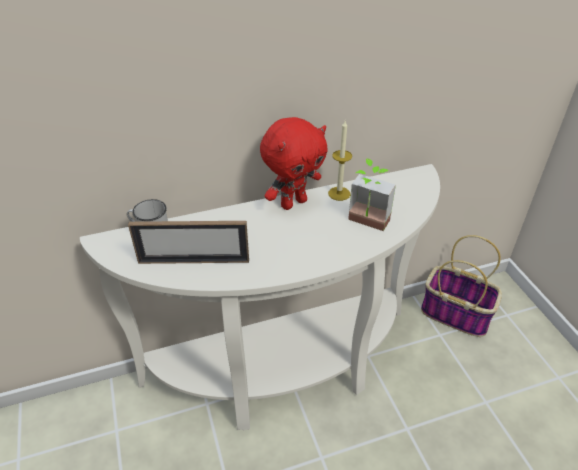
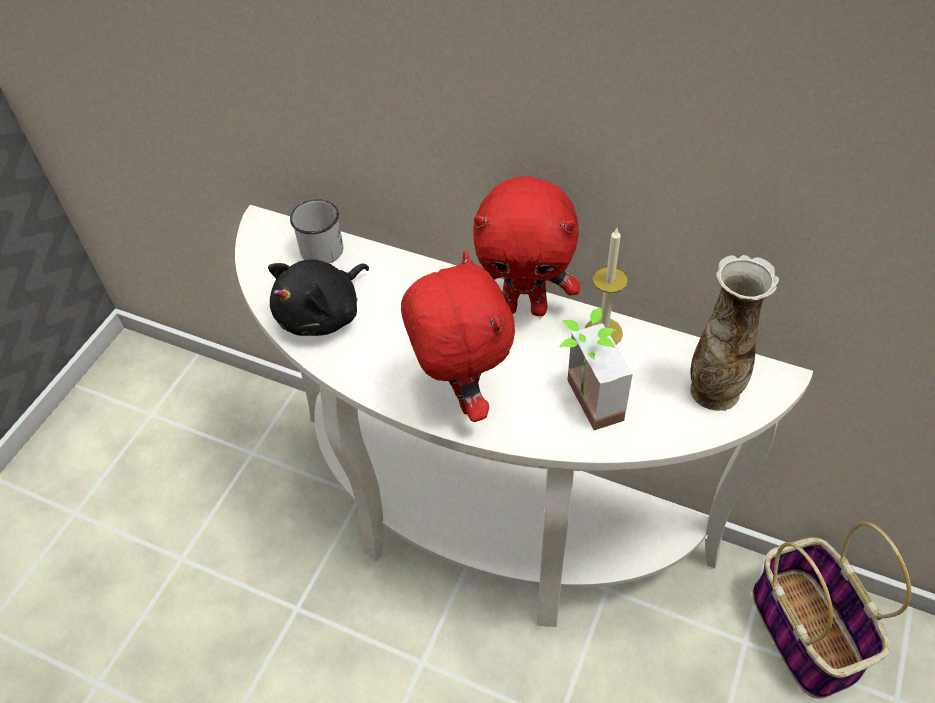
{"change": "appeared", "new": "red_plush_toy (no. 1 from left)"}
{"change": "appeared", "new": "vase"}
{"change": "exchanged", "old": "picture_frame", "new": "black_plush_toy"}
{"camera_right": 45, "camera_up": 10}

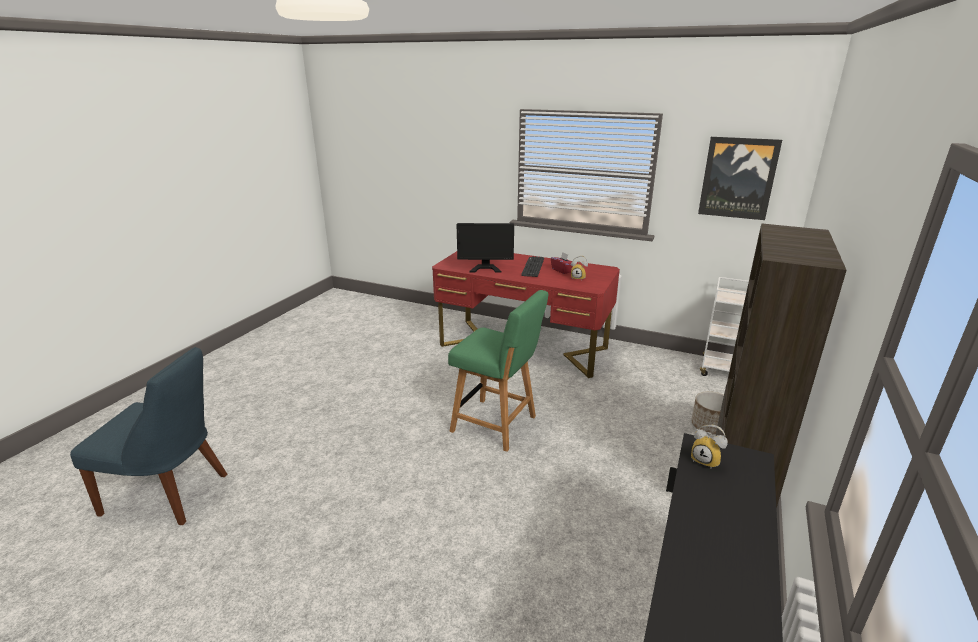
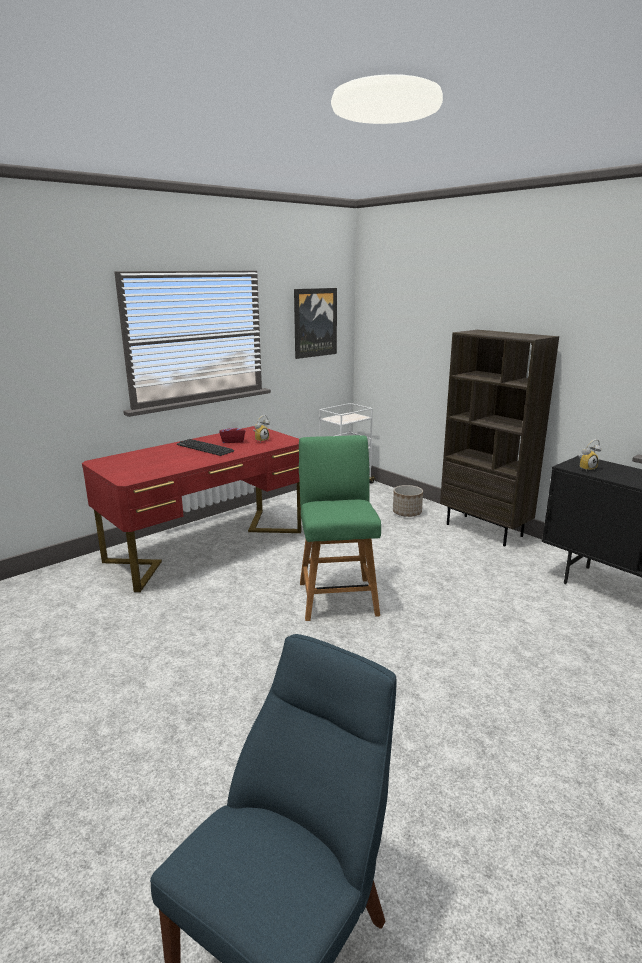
{"change": "missing", "old": "monitor"}
{"change": "spun", "old": "green_chair", "degrees": -60}
{"camera_right": -65, "camera_up": -5}

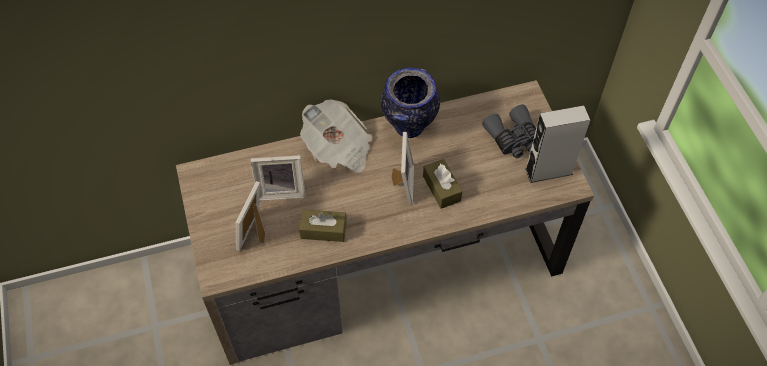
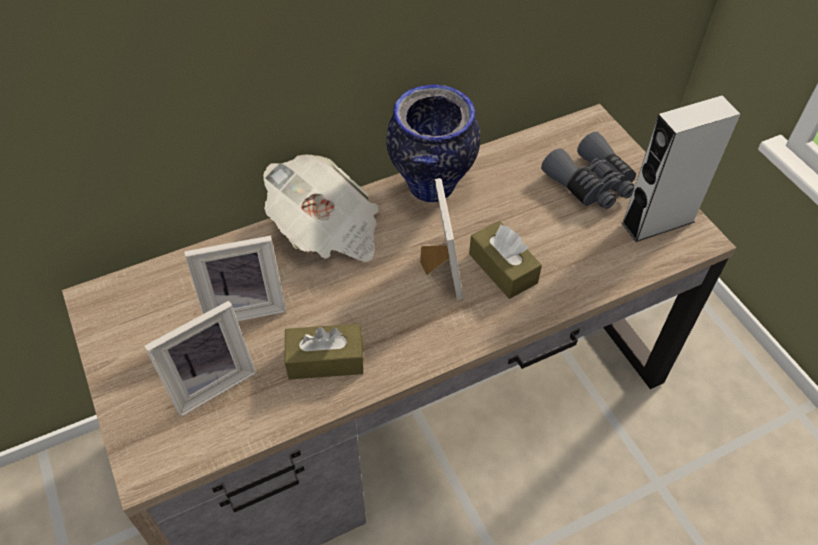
{"change": "spun", "old": "picture_frame (no. 1 from left)", "degrees": -135}
{"camera_right": -10, "camera_up": -5}

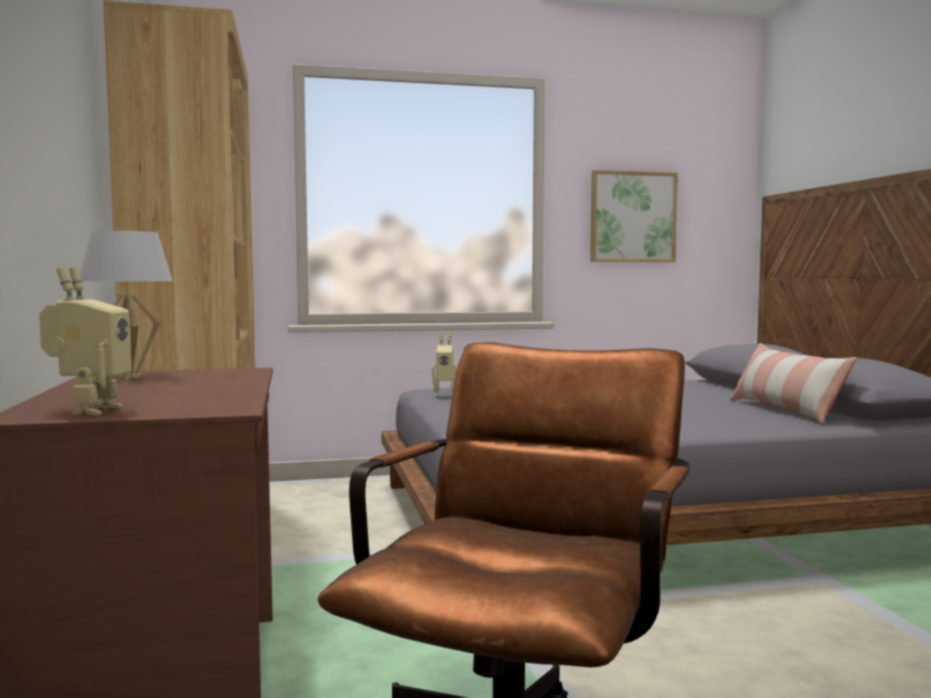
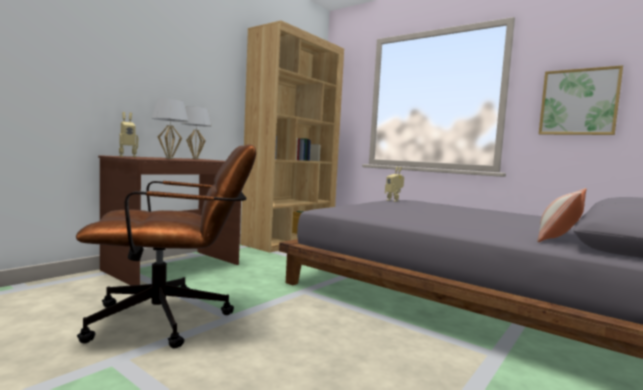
{"change": "appeared", "new": "white_table_lamp (no. 1 from left)"}
{"camera_right": 50, "camera_up": 0}

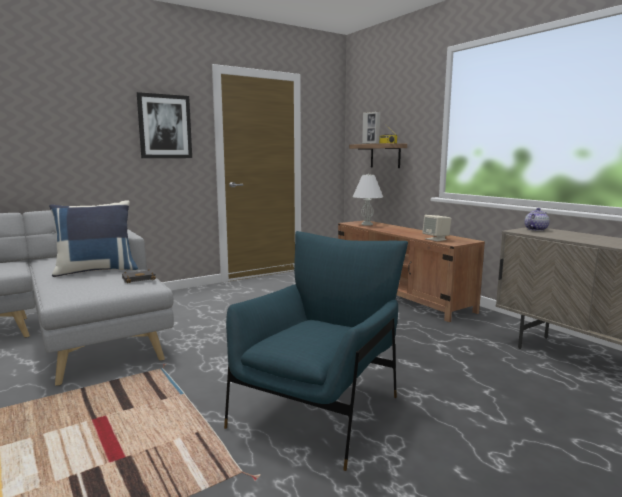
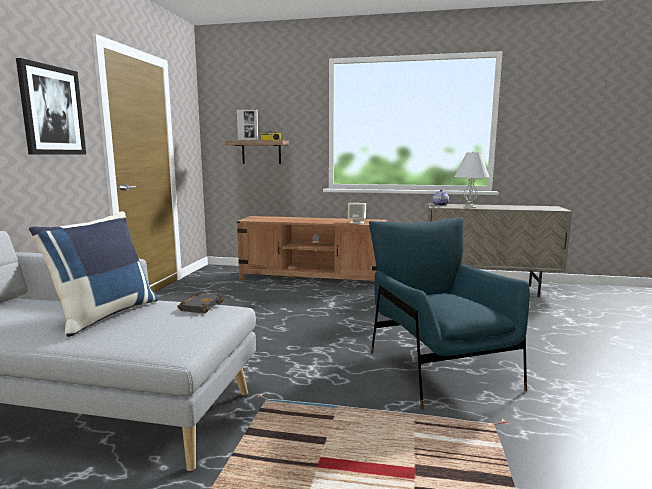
{"change": "relocated", "old": "white_table_lamp"}
{"camera_right": -45, "camera_up": 0}

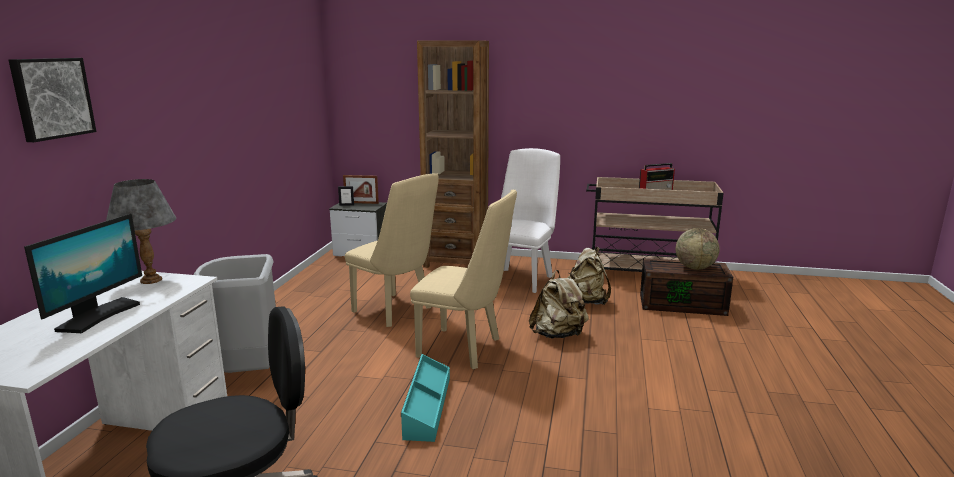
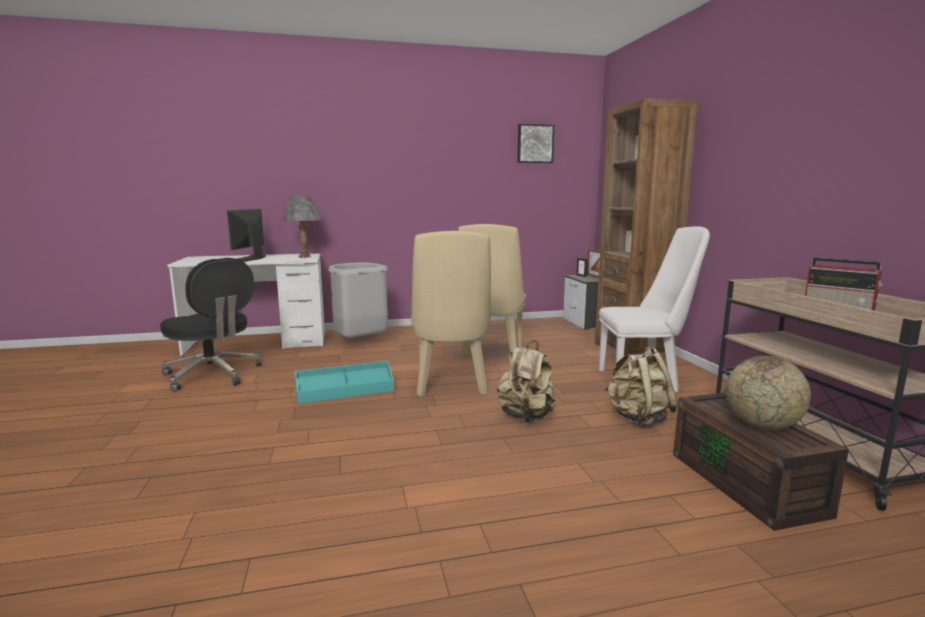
{"change": "relocated", "old": "picture"}
{"change": "spun", "old": "monitor", "degrees": 105}
{"camera_right": 65, "camera_up": -5}

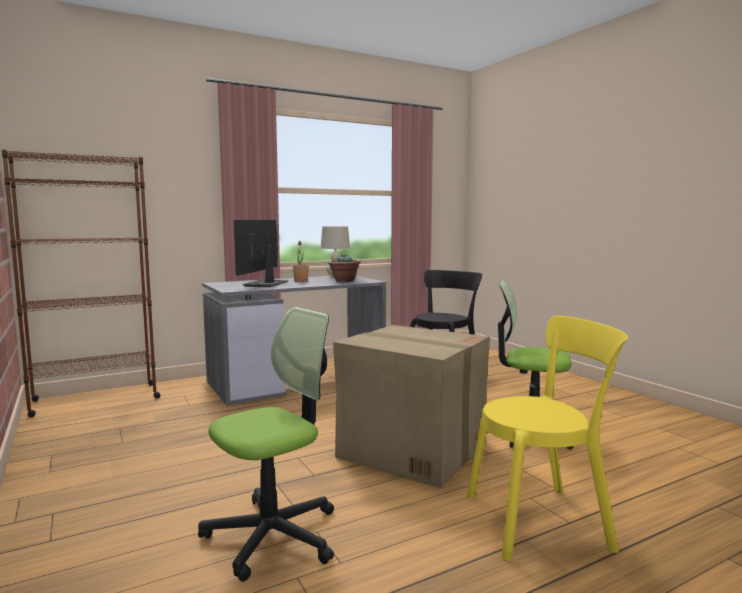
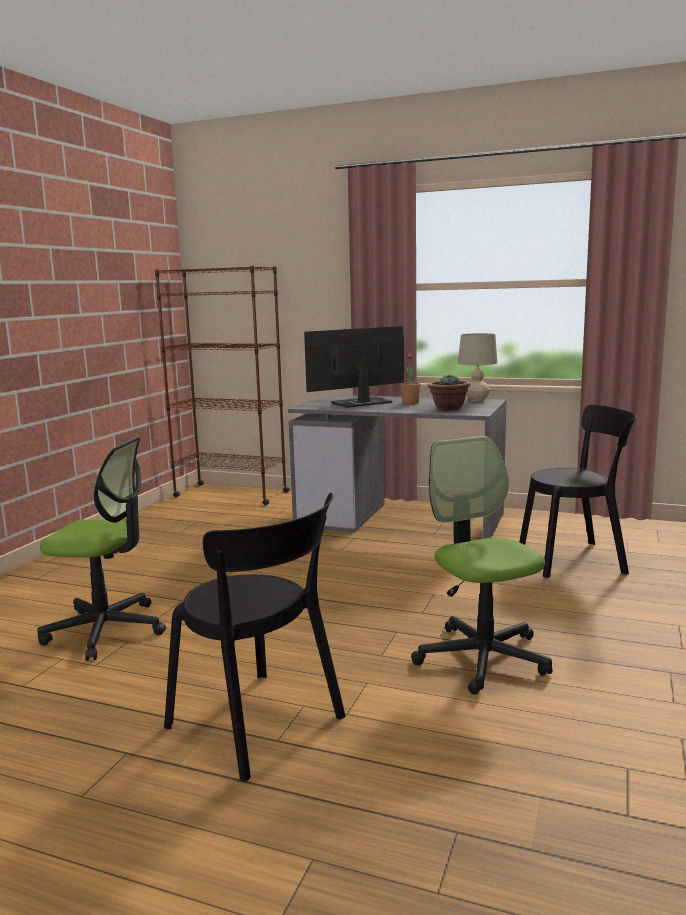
{"change": "missing", "old": "cardboard_box"}
{"change": "colour", "old": "yellow_chair", "new": "black_chair (no. 1 from left)"}
{"camera_right": 50, "camera_up": 5}

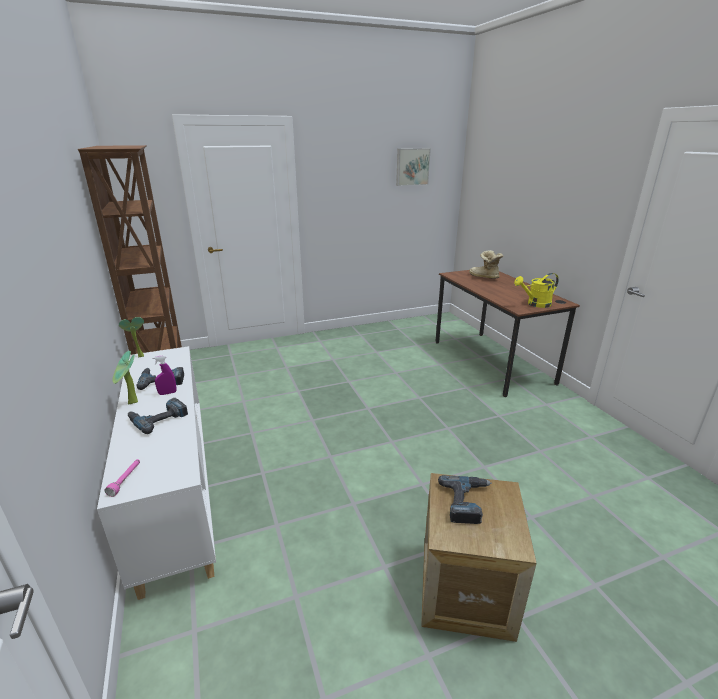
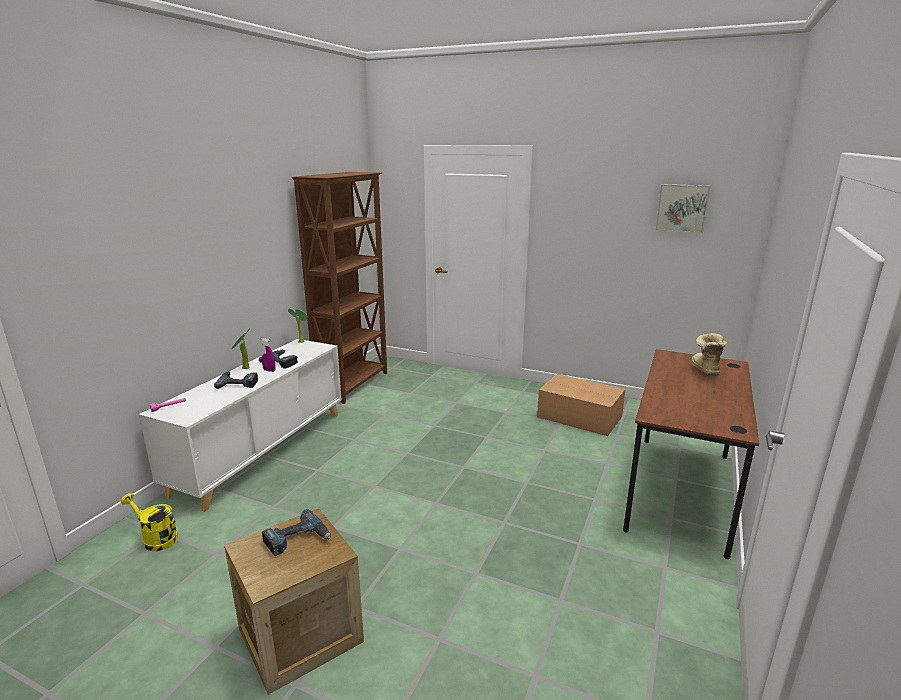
{"change": "appeared", "new": "cardboard_box"}
{"change": "relocated", "old": "yellow_watering_can"}
{"camera_right": 45, "camera_up": -5}

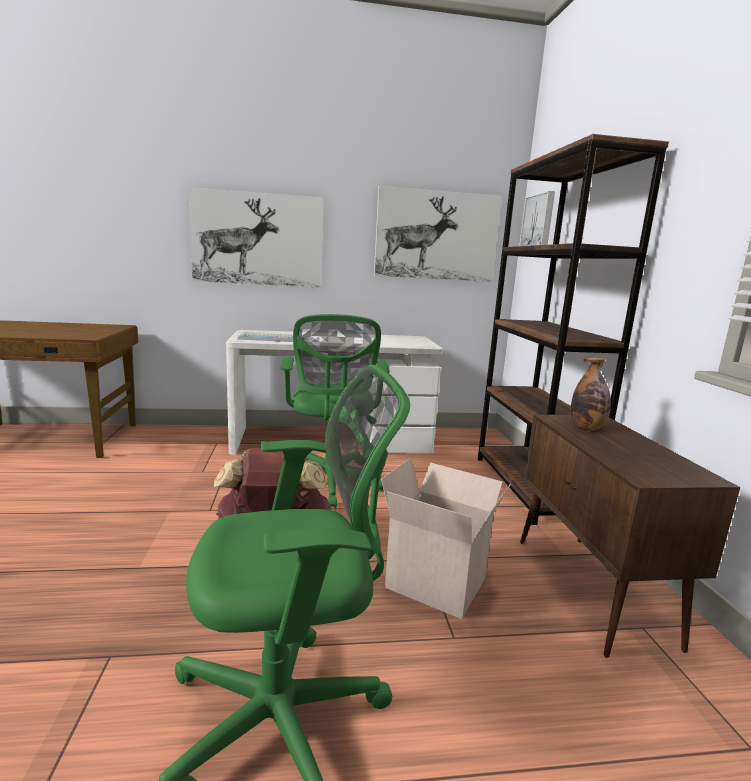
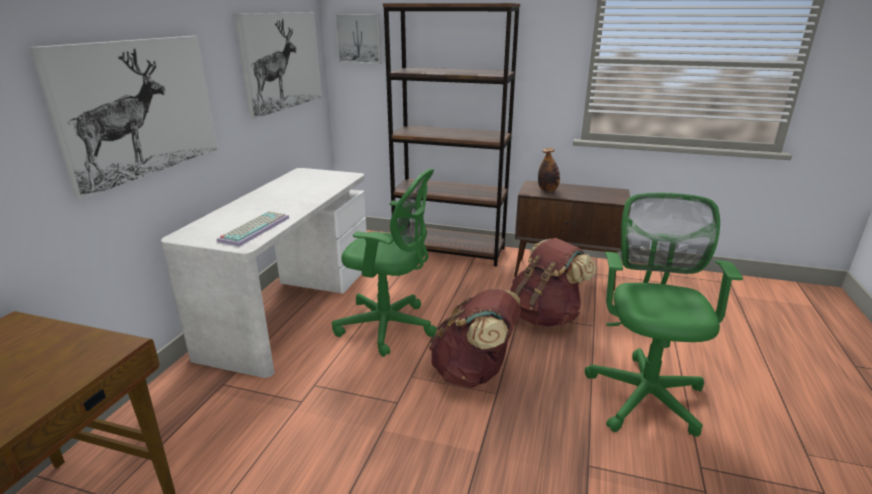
{"change": "exchanged", "old": "cardboard_box", "new": "brown_backpack (no. 2 from left)"}
{"camera_right": -65, "camera_up": 10}

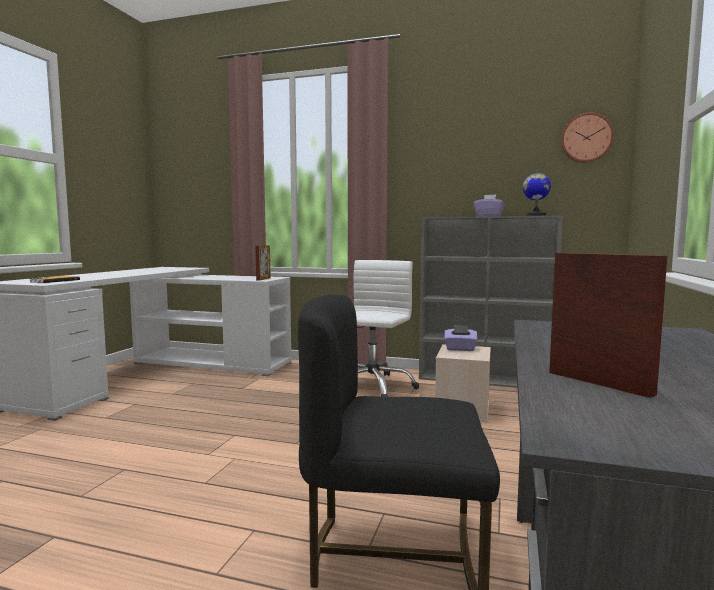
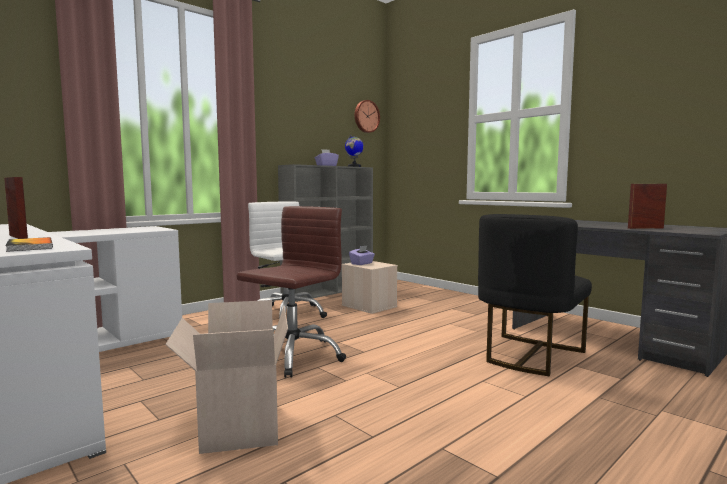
{"change": "appeared", "new": "cardboard_box"}
{"change": "appeared", "new": "brown_office_chair"}
{"change": "relocated", "old": "picture_frame (no. 1 from left)"}
{"camera_right": -60, "camera_up": 0}

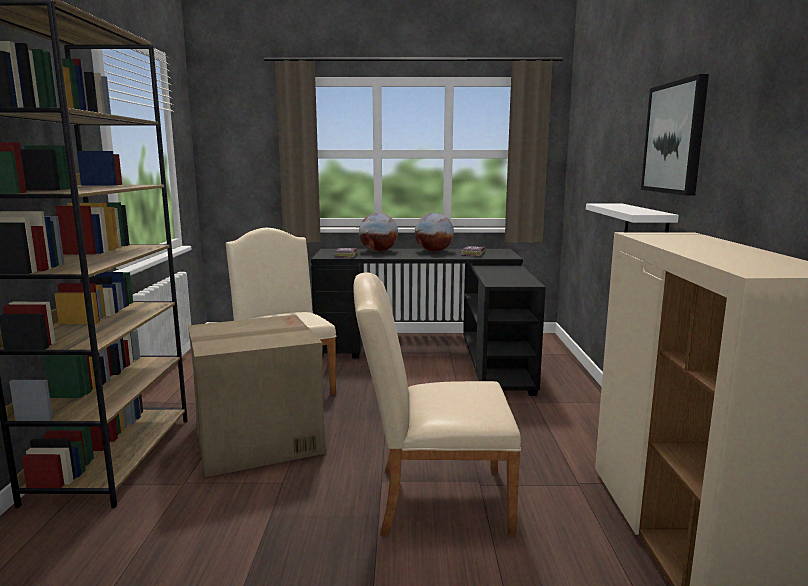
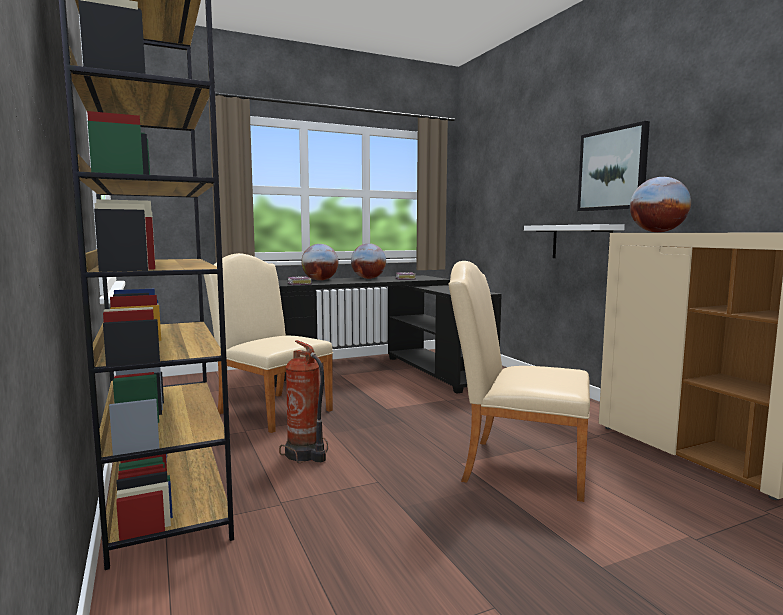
{"change": "appeared", "new": "globe (no. 3 from left)"}
{"change": "exchanged", "old": "cardboard_box", "new": "fire_extinguisher"}
{"change": "spun", "old": "beige_chair (no. 2 from left)", "degrees": 45}
{"camera_right": -25, "camera_up": -5}

